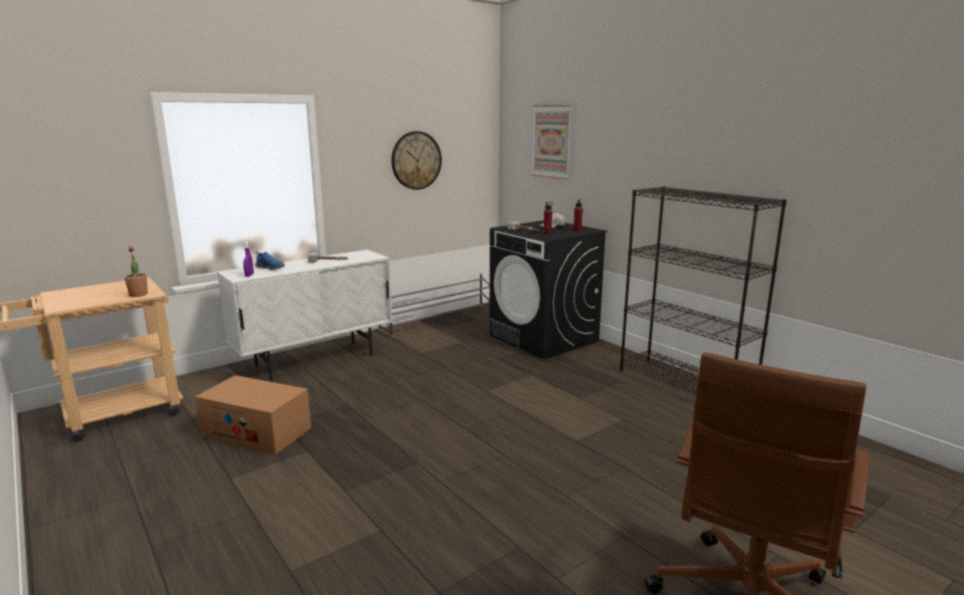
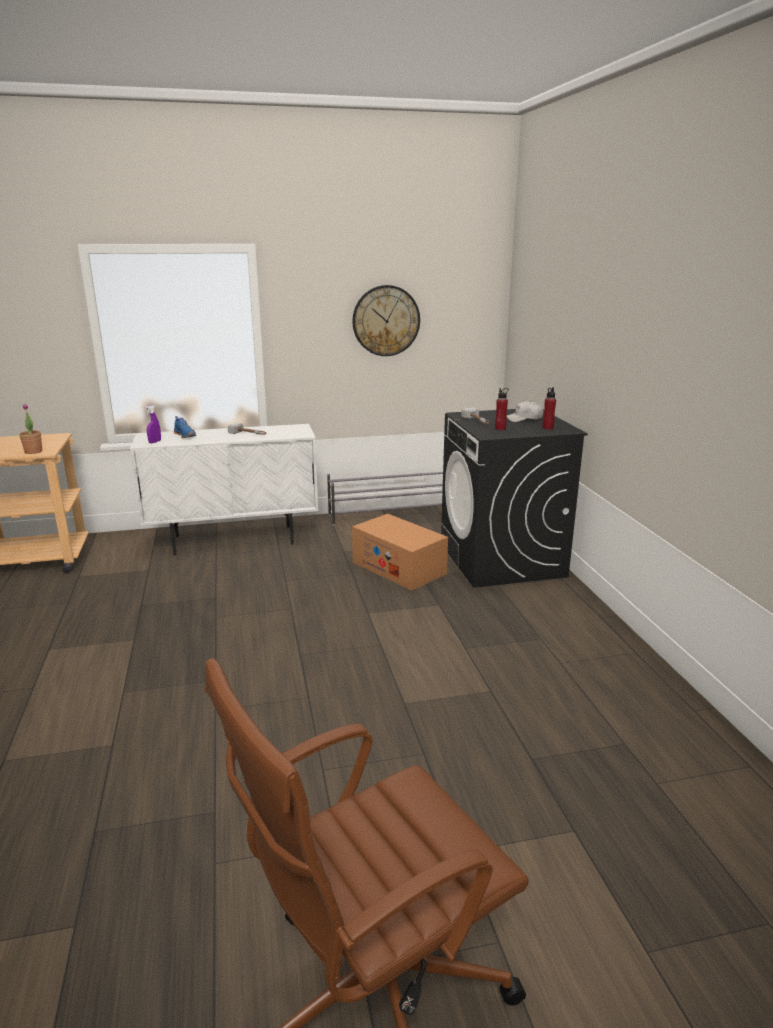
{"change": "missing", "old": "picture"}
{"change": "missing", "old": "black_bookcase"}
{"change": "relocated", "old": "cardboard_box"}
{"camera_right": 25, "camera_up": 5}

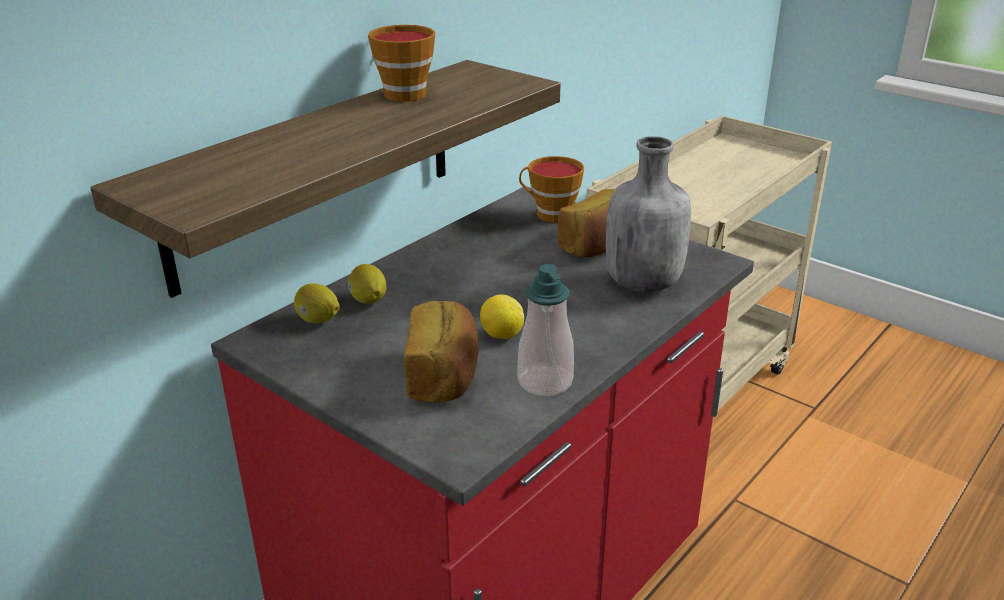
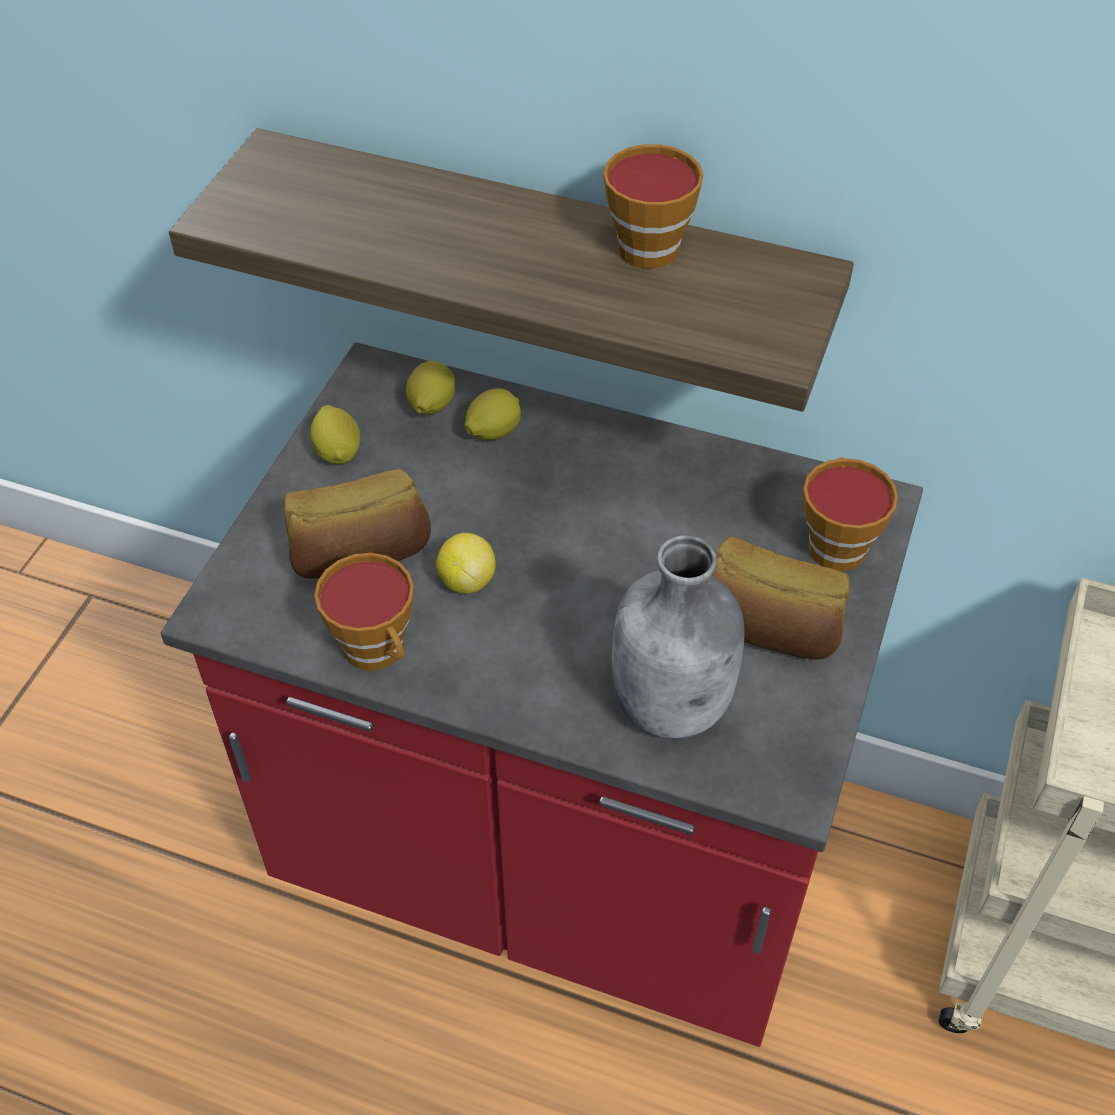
{"change": "appeared", "new": "lemon (no. 1 from left)"}
{"change": "exchanged", "old": "soap_dispenser", "new": "cup (no. 1 from left)"}
{"camera_right": 70, "camera_up": 20}

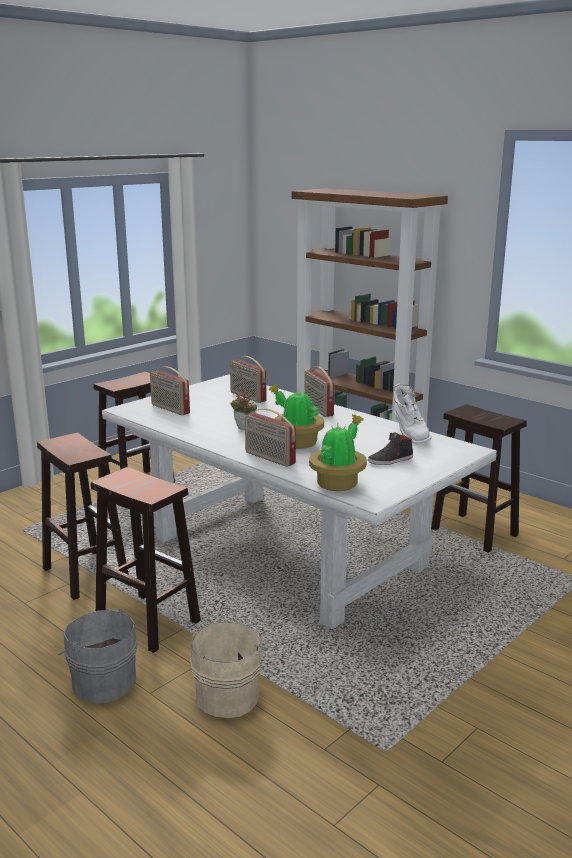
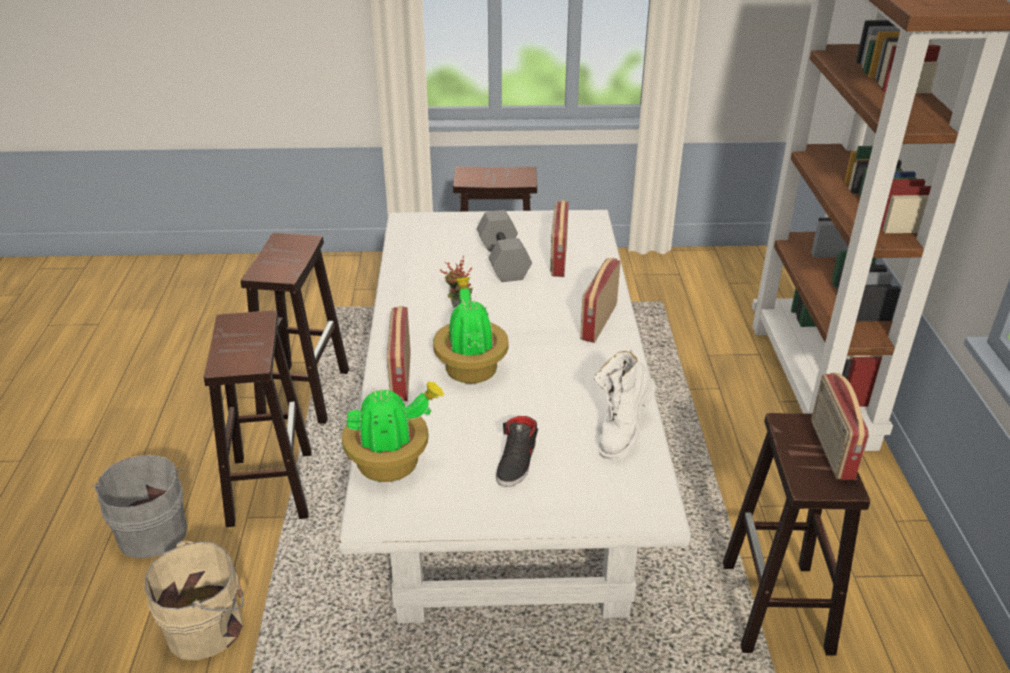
{"change": "appeared", "new": "grey_dumbbell"}
{"change": "relocated", "old": "radio (no. 1 from left in the first image)", "new": "radio (no. 4 from left)"}
{"change": "spun", "old": "black_shoe", "degrees": -90}
{"camera_right": 45, "camera_up": 15}

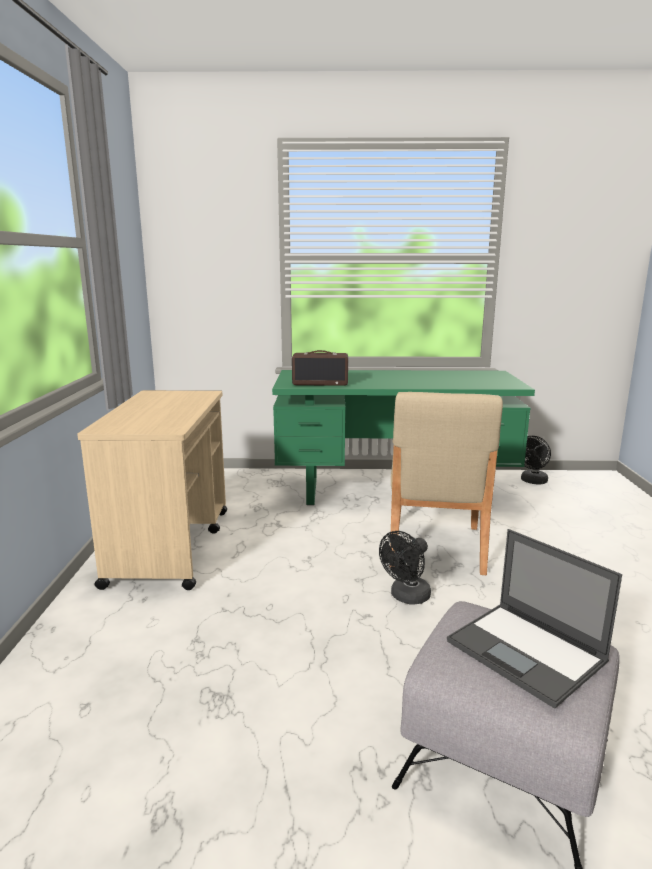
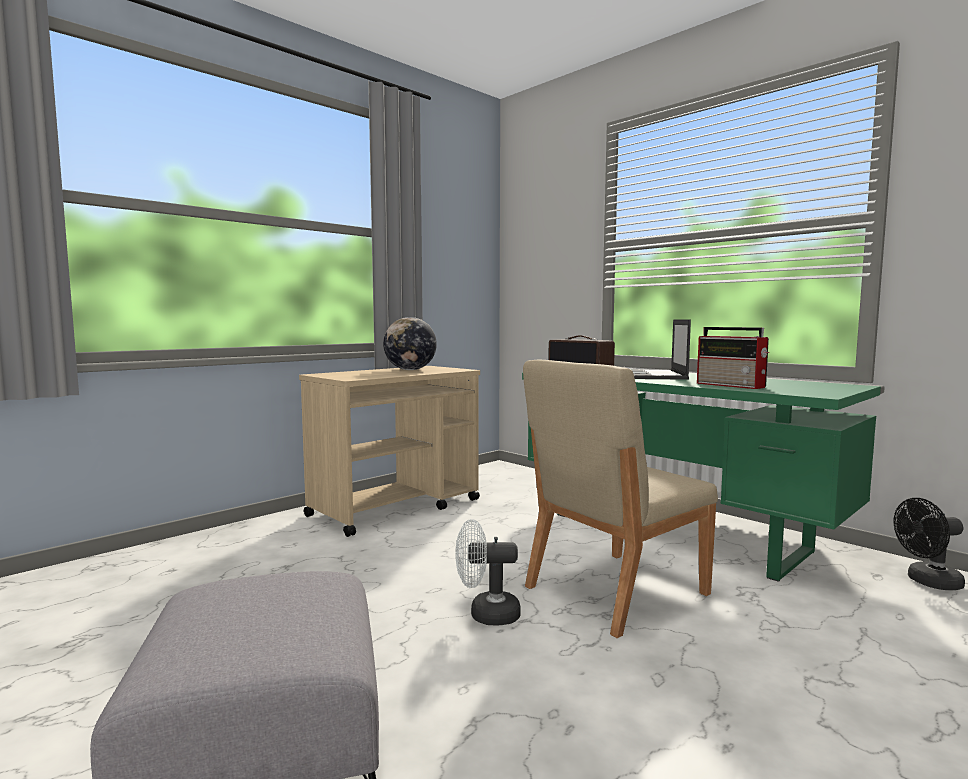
{"change": "appeared", "new": "globe"}
{"change": "appeared", "new": "radio (no. 2 from left)"}
{"change": "relocated", "old": "laptop"}
{"change": "colour", "old": "black_fan (no. 1 from left)", "new": "white_fan"}
{"camera_right": 45, "camera_up": -10}

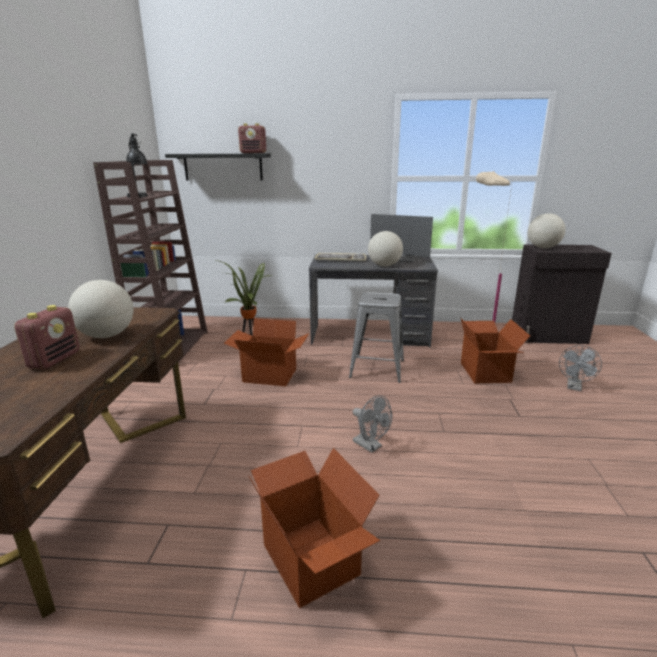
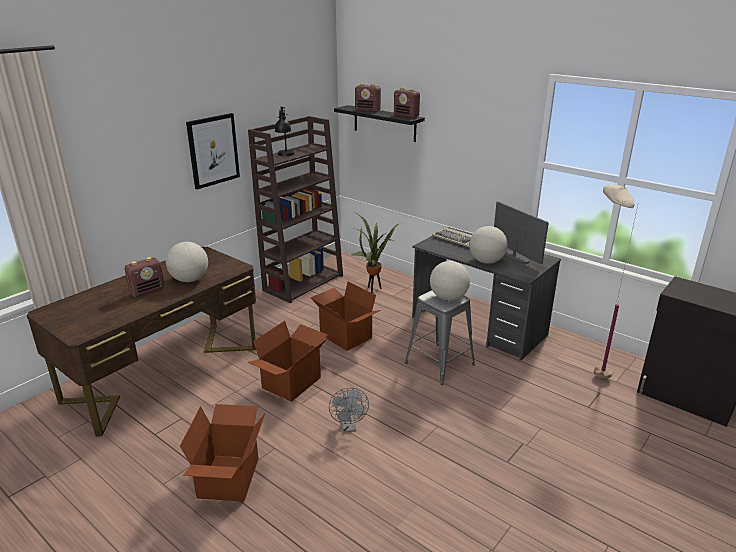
{"change": "missing", "old": "grey_fan (no. 2 from left)"}
{"change": "appeared", "new": "picture"}
{"change": "appeared", "new": "radio (no. 2 from left)"}
{"change": "relocated", "old": "cardboard_box (no. 3 from left in the first image)", "new": "cardboard_box (no. 2 from left)"}
{"change": "relocated", "old": "globe (no. 3 from left in the first image)", "new": "globe (no. 2 from left)"}
{"camera_right": 35, "camera_up": 5}

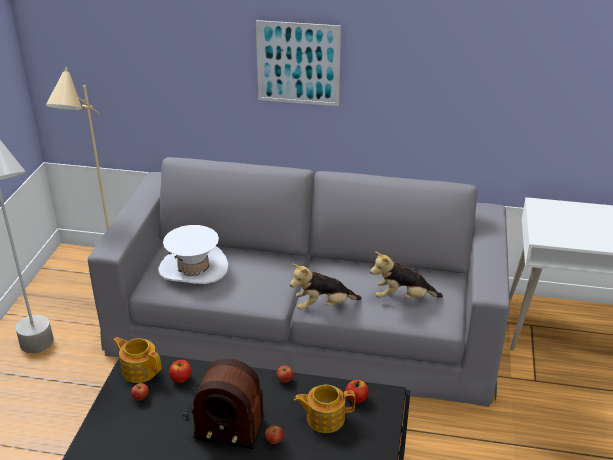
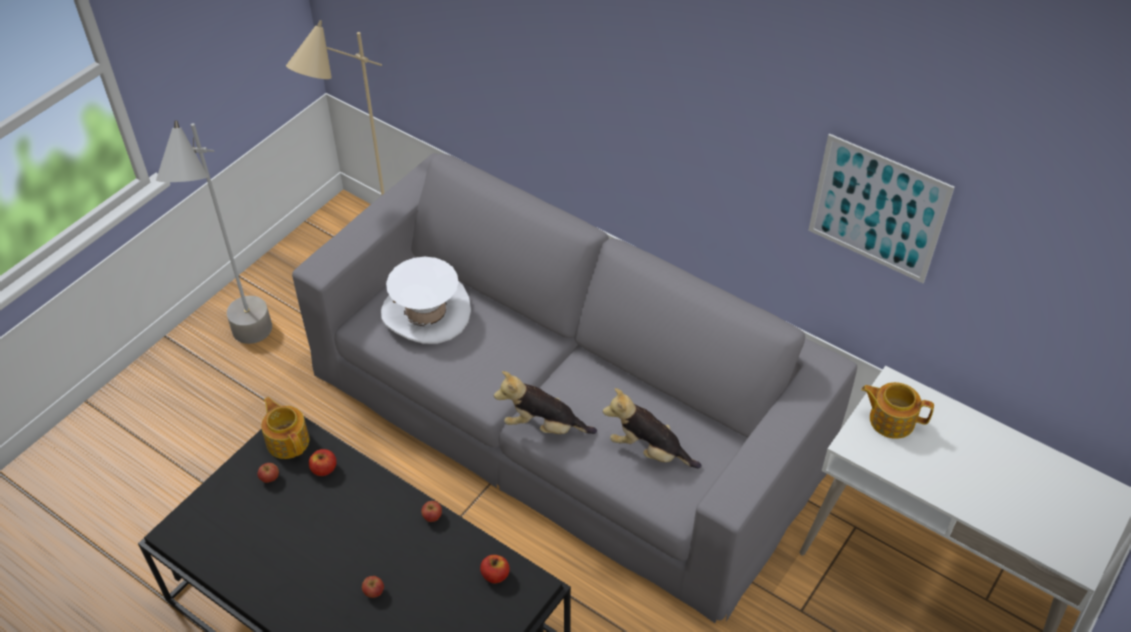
{"change": "missing", "old": "radio"}
{"change": "relocated", "old": "picture"}
{"change": "relocated", "old": "teapot (no. 2 from left)"}
{"camera_right": 25, "camera_up": 15}

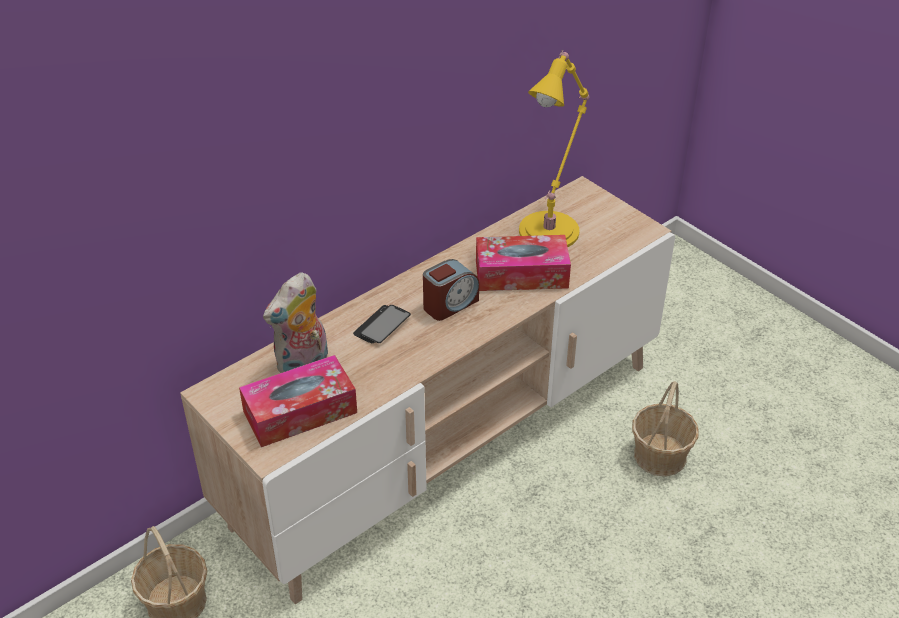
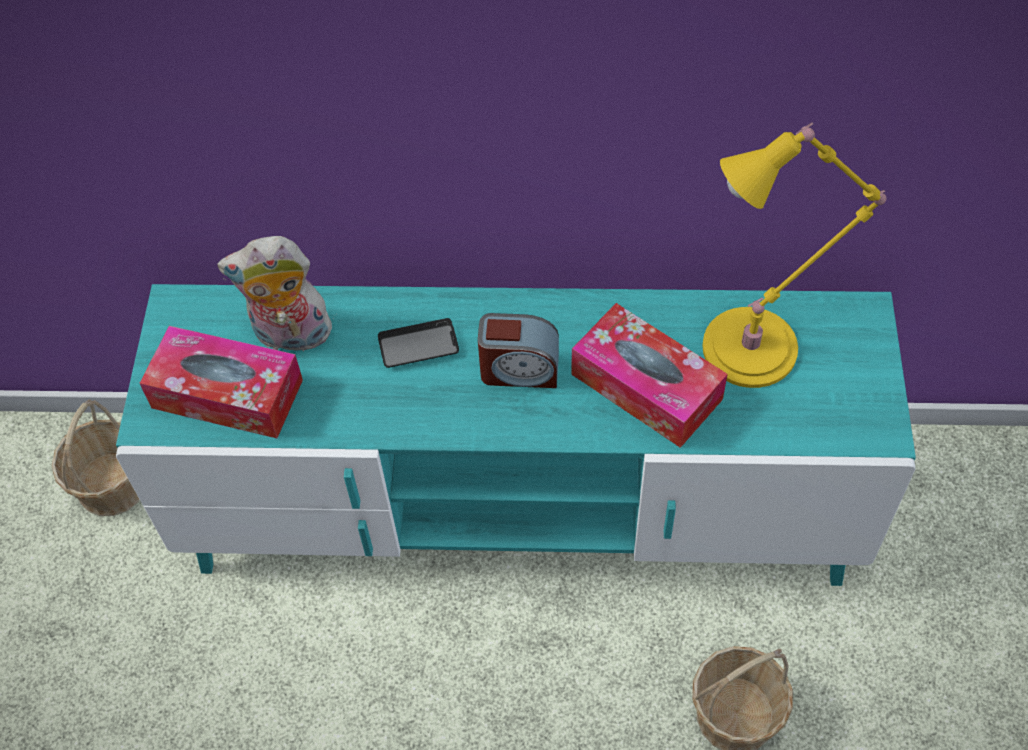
{"change": "colour", "old": "beige_tv_stand", "new": "turquoise_tv_stand"}
{"camera_right": 45, "camera_up": 15}

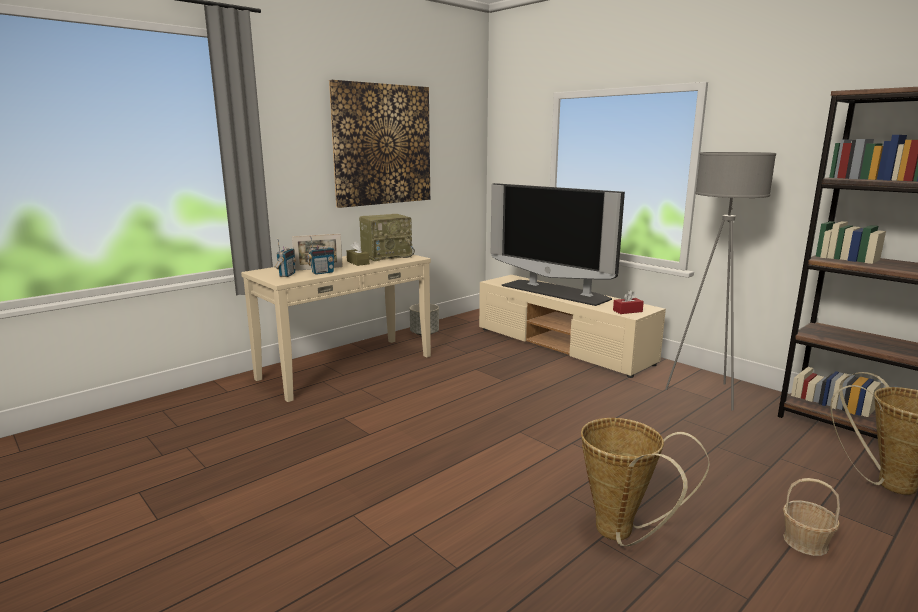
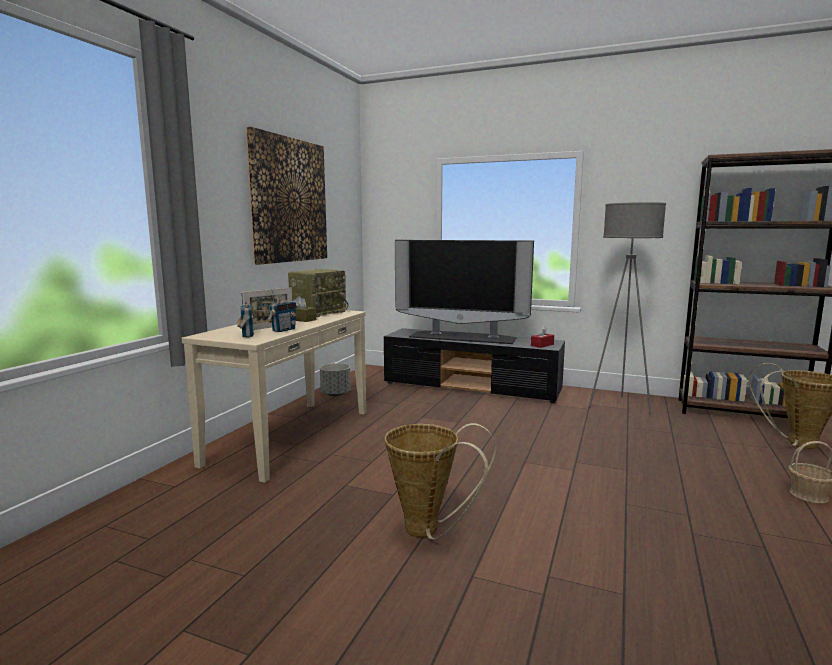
{"change": "relocated", "old": "basket (no. 1 from left)"}
{"change": "colour", "old": "beige_tv_stand", "new": "black_tv_stand"}
{"camera_right": -25, "camera_up": -5}

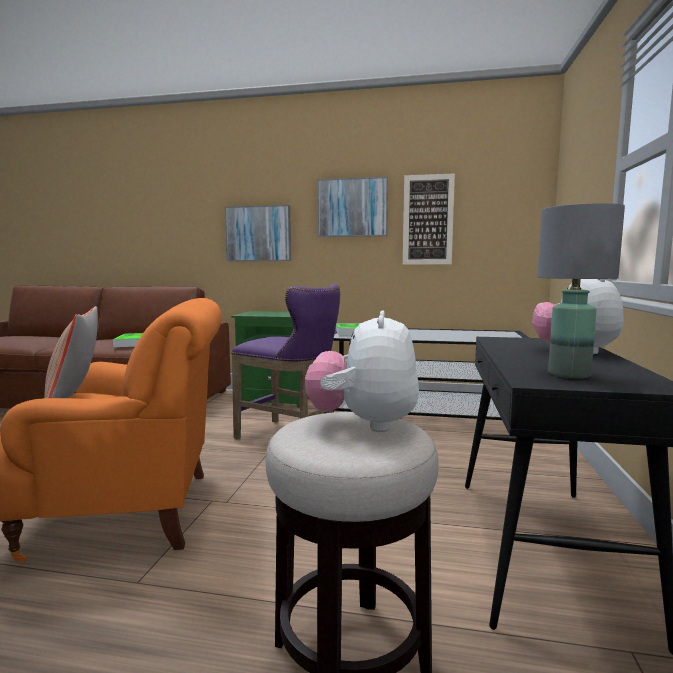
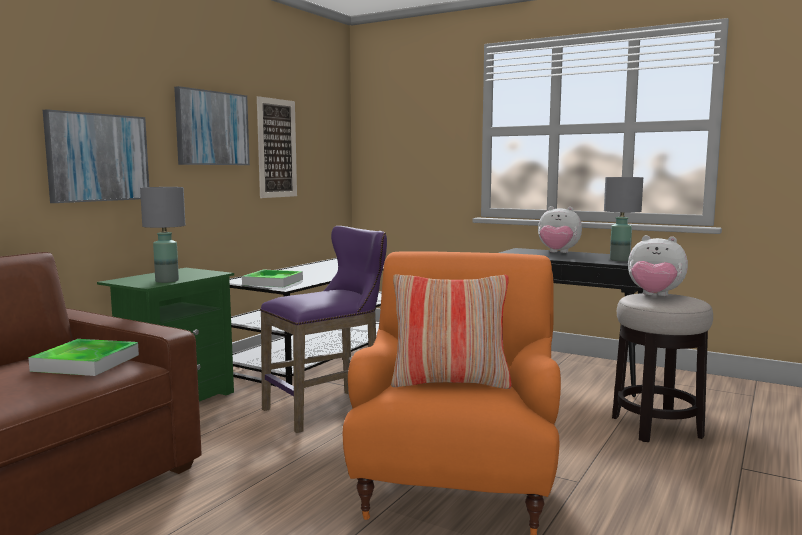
{"change": "appeared", "new": "grey_table_lamp (no. 1 from left)"}
{"camera_right": -70, "camera_up": 0}

